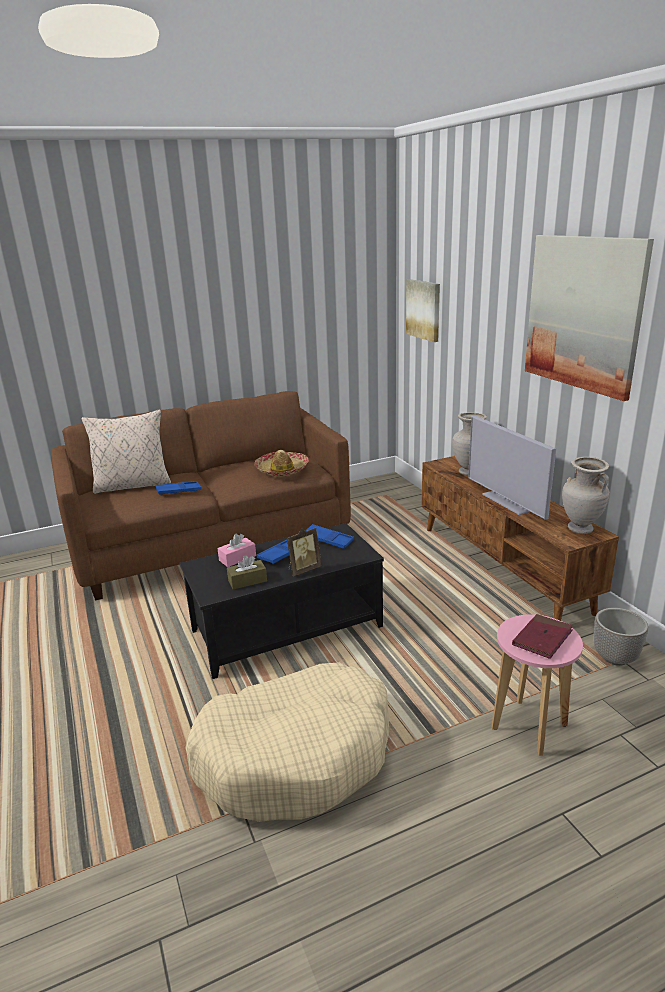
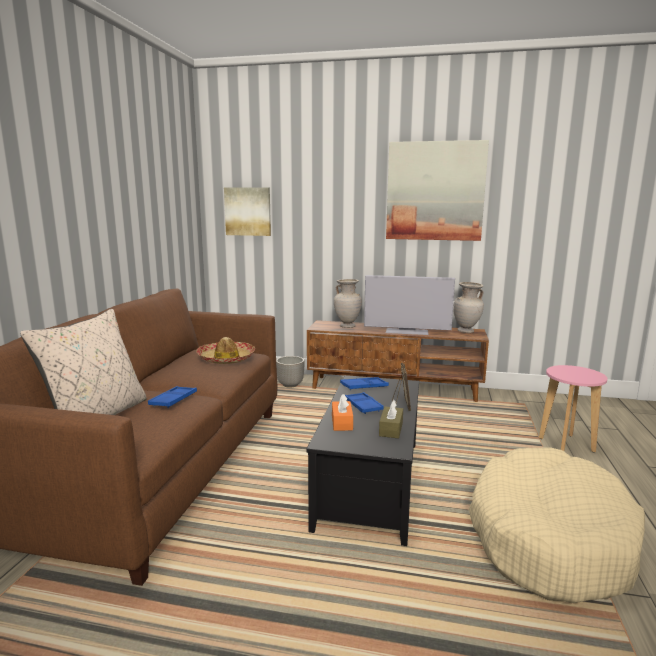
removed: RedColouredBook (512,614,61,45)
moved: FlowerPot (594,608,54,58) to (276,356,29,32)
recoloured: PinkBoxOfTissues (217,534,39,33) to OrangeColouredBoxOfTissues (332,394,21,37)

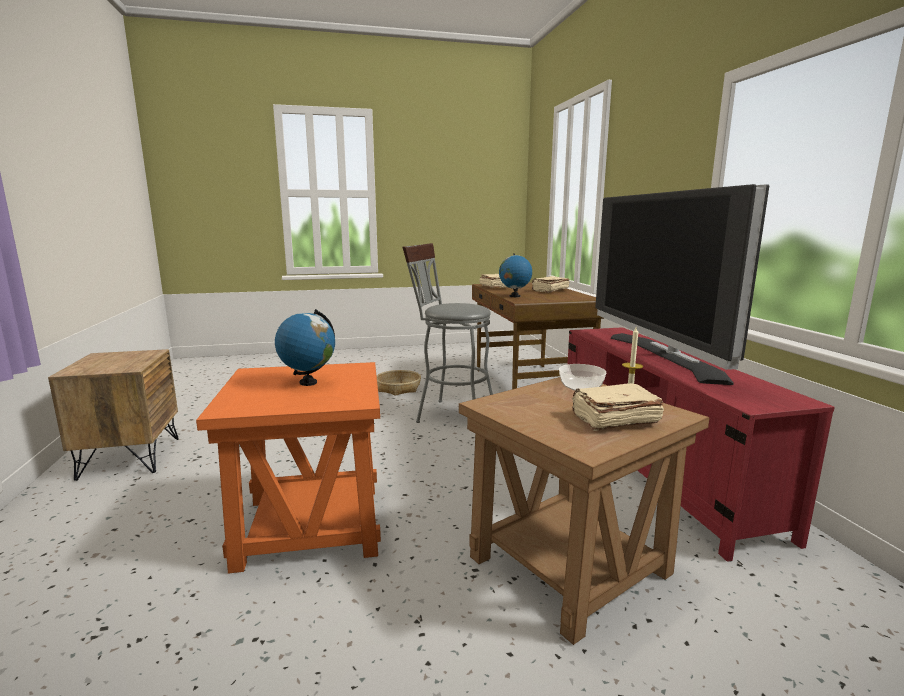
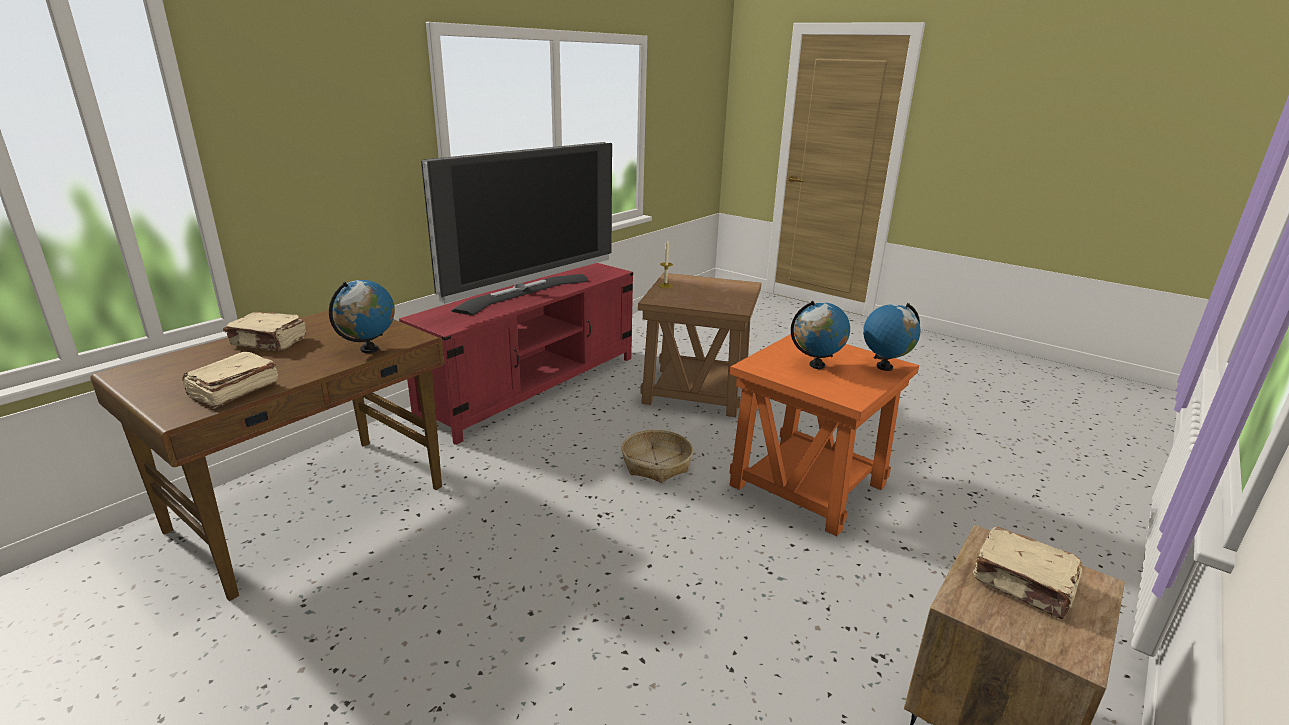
removed: GreyishSittingStool (402,243,91,180); Bowl (559,364,47,27)
added: DeskGlobe (863,303,57,68)
moved: HouseholdBasket (376,370,45,26) to (621,430,72,53); BeigeColouredBook (572,383,92,48) to (973,527,109,93)

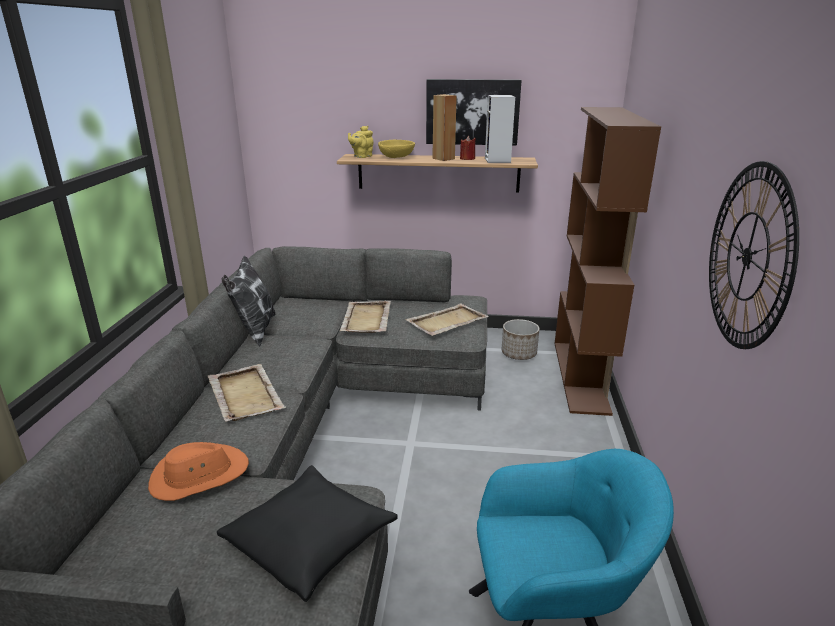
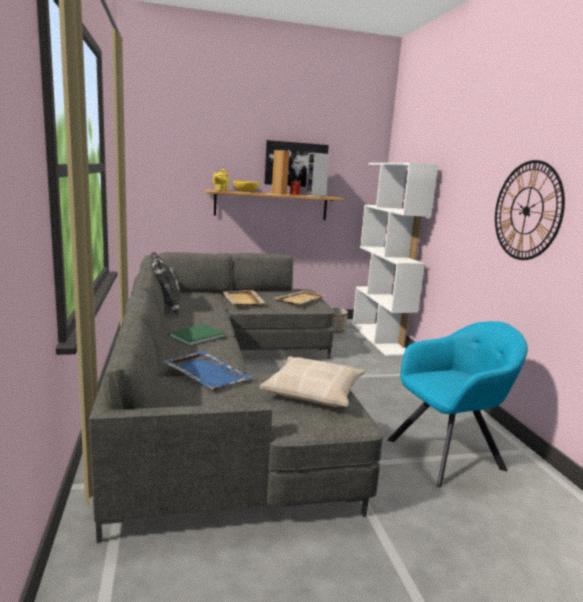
replaced: OrangeColouredClothingHat (148,442,101,59) to BlueTray (162,351,92,39); BeigeColouredTray (208,364,78,57) to GreenBook (169,324,56,22)
recoloured: BlackColouredThrowPillow (217,465,180,137) to BeigeColouredThrowPillow (260,356,105,51); BrownishBookcase (554,107,107,309) to WhiteBookcase (352,163,86,194)

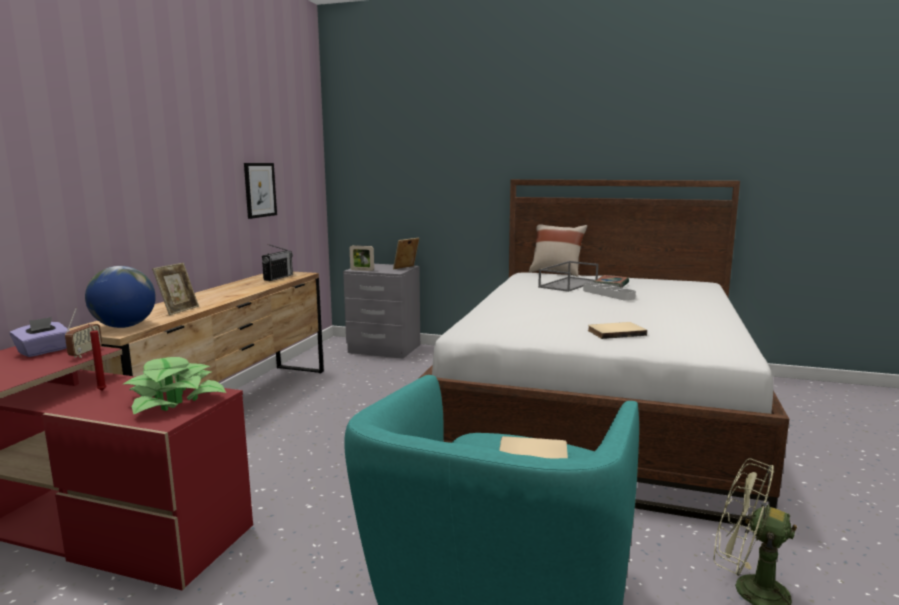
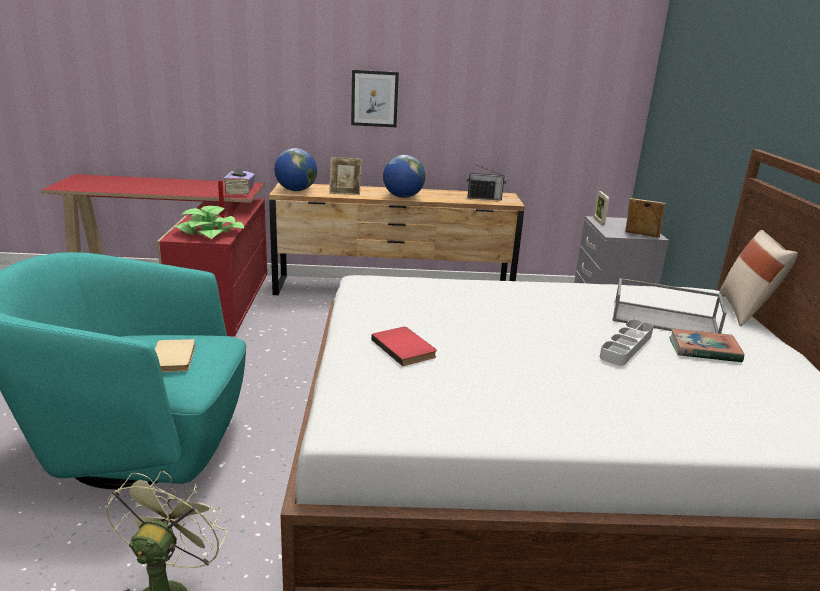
added: DeskGlobe (383,155,42,43)
moved: WallArt (244,163,33,56) to (351,70,48,57)
recoloured: BeigeColouredBook (588,322,59,17) to RedColouredBook (371,327,66,39)

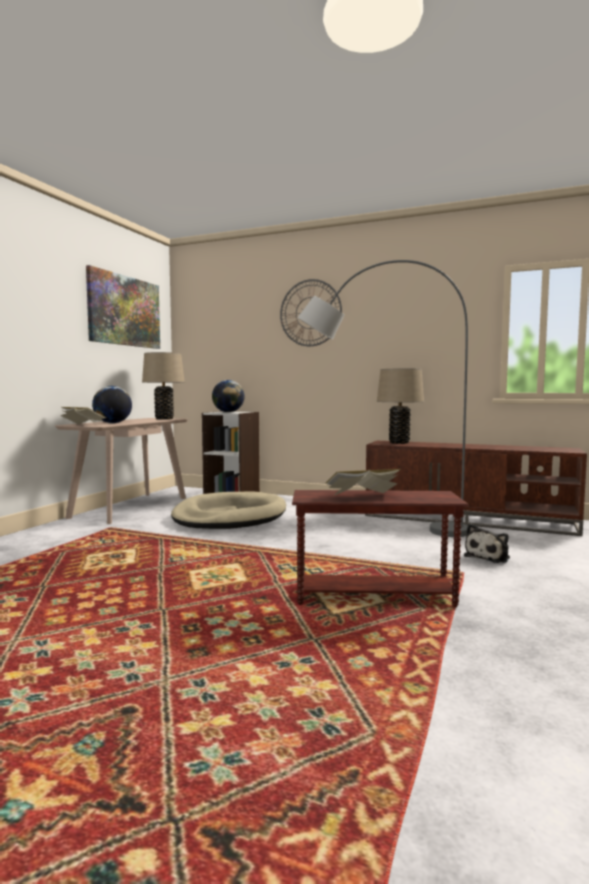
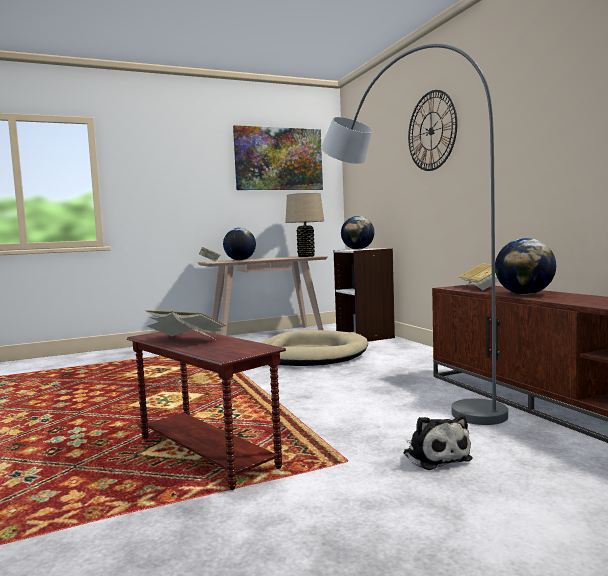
added: DeskGlobe (495,238,61,57)
replaced: BeigeColouredTableLamp (377,368,47,76) to Book (459,263,40,27)
turned: PlushToy (464,524,46,39) = (404,415,69,55) 105 degrees counterclockwise

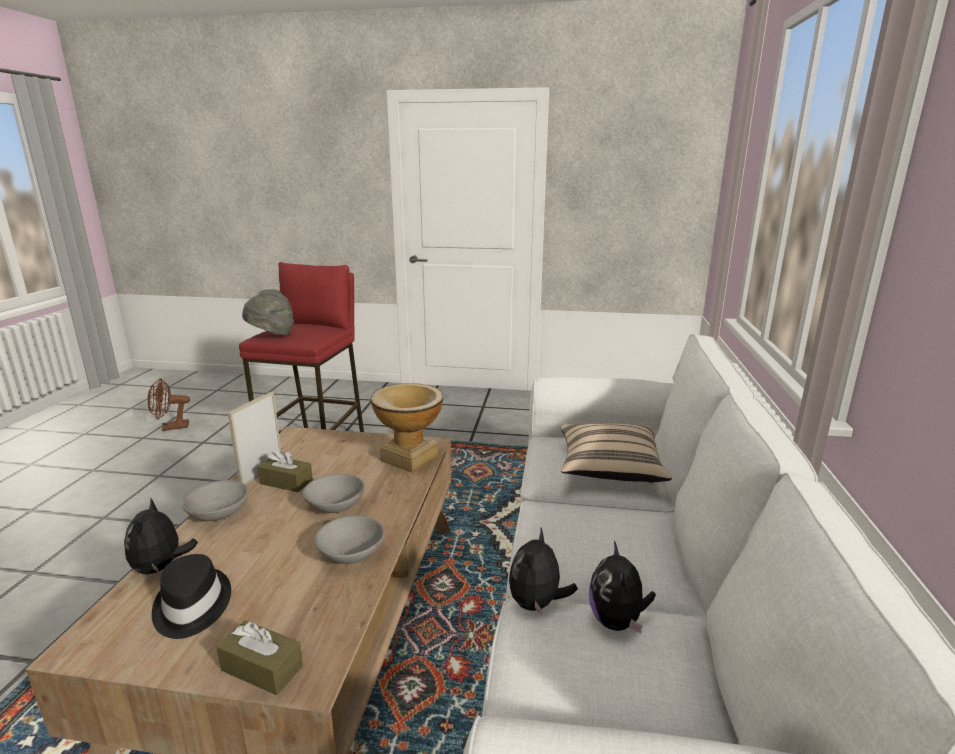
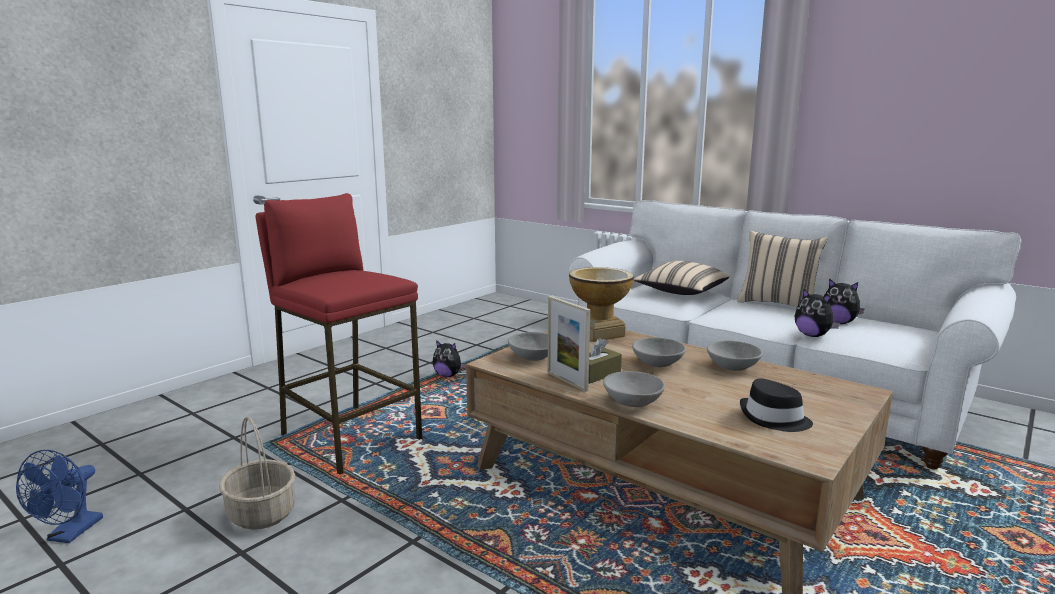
removed: BrownishBoxOfTissues (216,620,87,75); GreyishClothingHat (242,289,52,46)
added: HouseholdBasket (219,417,76,112); GreyishBowl (508,332,40,29); BeigeColouredThrowPillow (737,231,91,76)
moved: PlushToy (124,497,74,77) to (432,340,34,37)
recoloured: BrownishElectricFan (147,378,43,53) to BlueElectricFan (16,450,87,93)

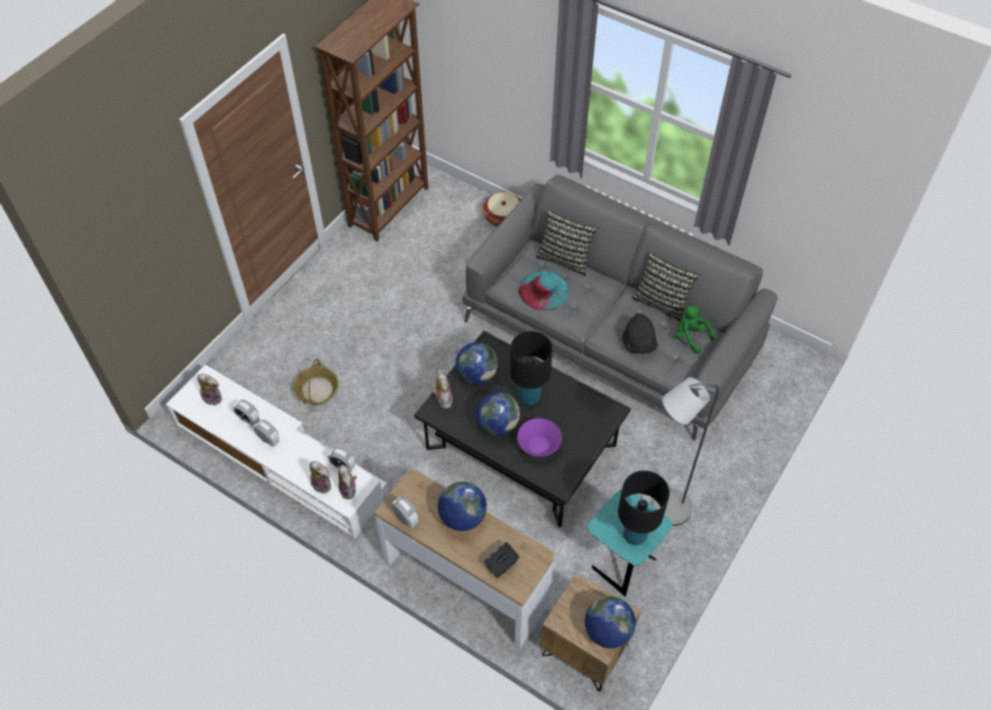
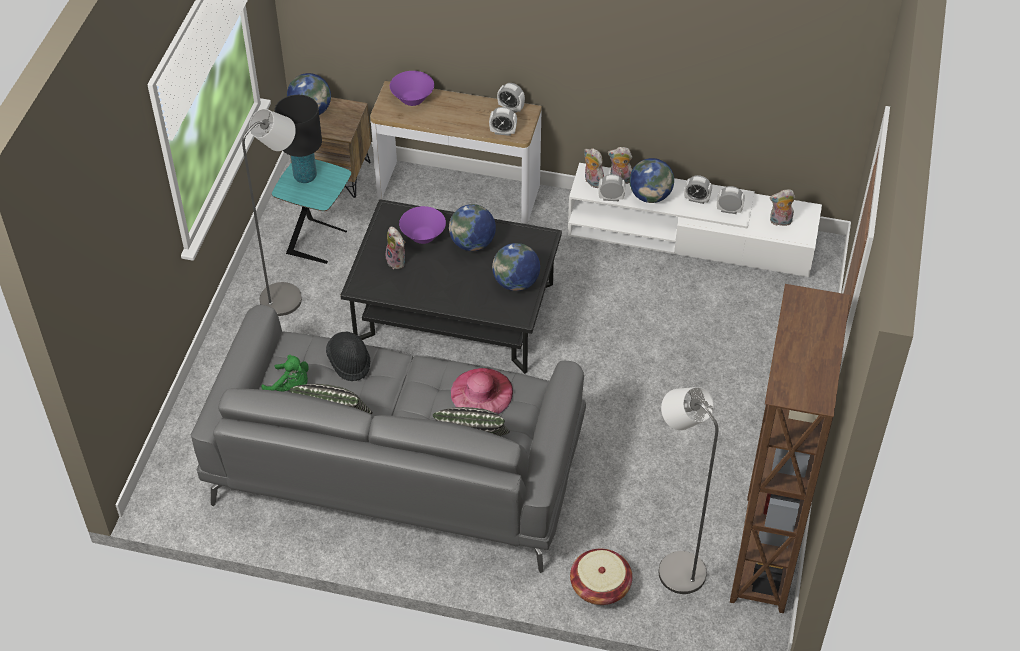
removed: HouseholdBasket (293,359,46,46); BlackColouredTableLamp (510,331,43,74)
added: AlarmClock (489,107,28,29); GreyishFloorLamp (659,387,59,207)
moved: PlushToy (433,370,20,39) to (386,227,19,42); DeskGlobe (438,482,49,49) to (629,158,45,45)
replaced: BlackColouredBoxOfTissues (484,542,35,35) to PurplishBowl (390,71,44,35)
recoloured: TurquoiseClothingHat (519,271,50,39) to PinkClothingHat (450,368,63,46)

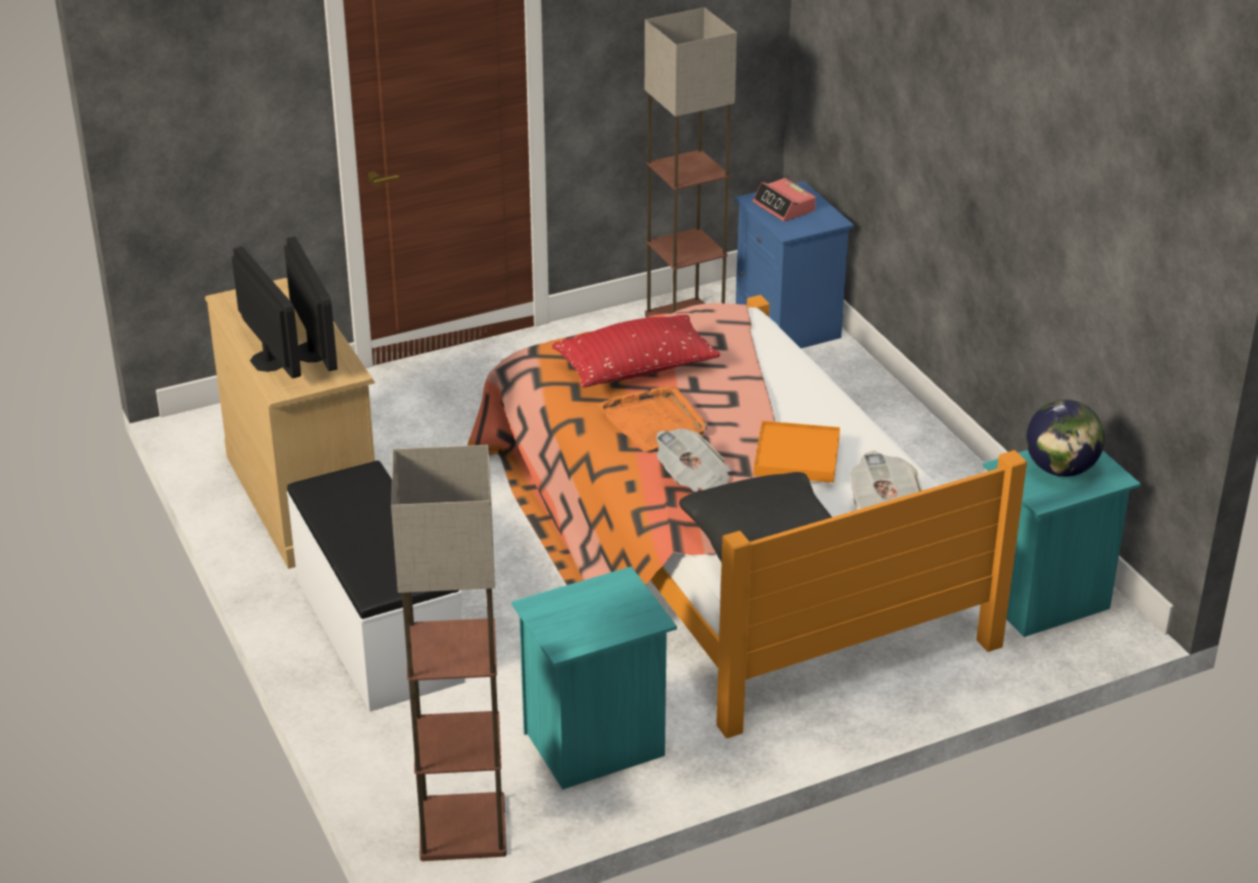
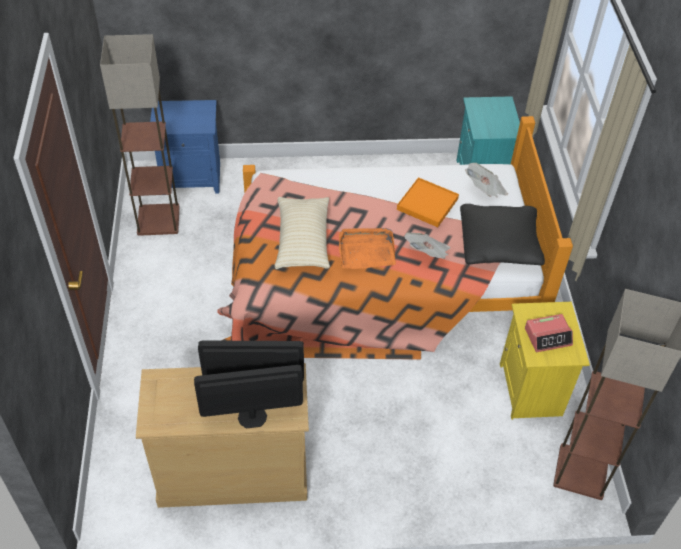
removed: WhiteBench (287,461,178,251); DeskGlobe (1026,400,79,77)
moved: AlarmClock (753,178,63,44) to (525,314,48,38)
recoloured: TurquoiseNightstand (512,567,165,223) to YellowishNightstand (500,302,90,118); RedColouredThrowPillow (552,315,168,73) to BeigeColouredThrowPillow (275,197,55,73)

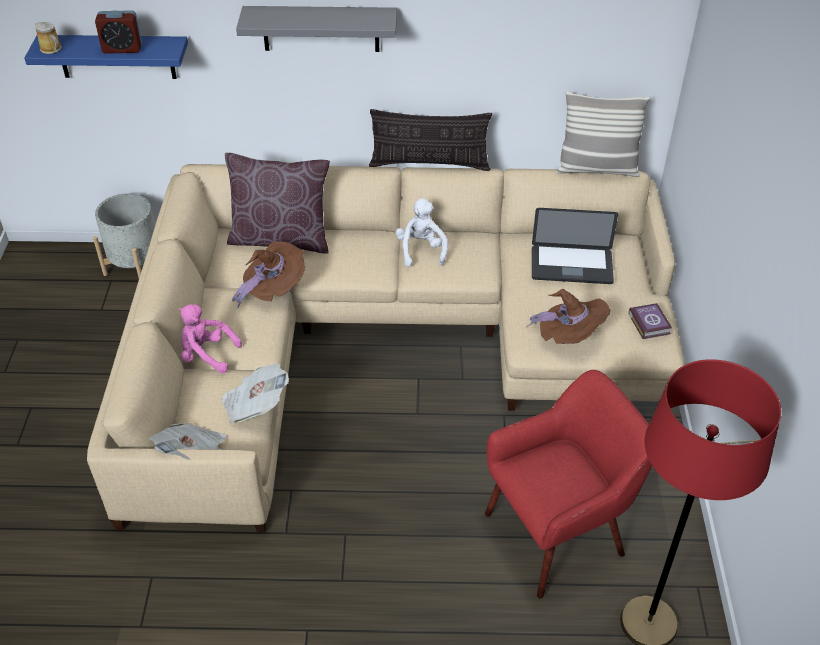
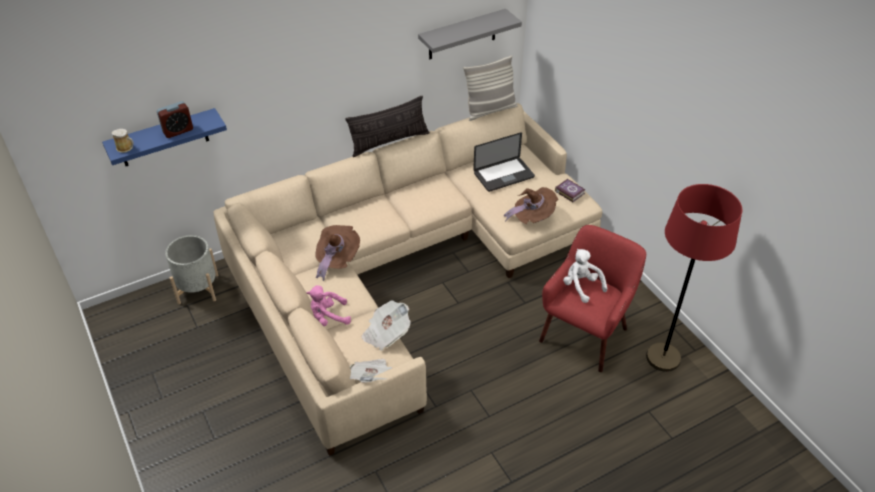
removed: BrownishThrowPillow (225,152,105,102)
moved: GreyishBracketShelf (236,6,161,46) to (418,9,104,50); WhitePlushToy (396,198,52,69) to (563,249,44,54)

